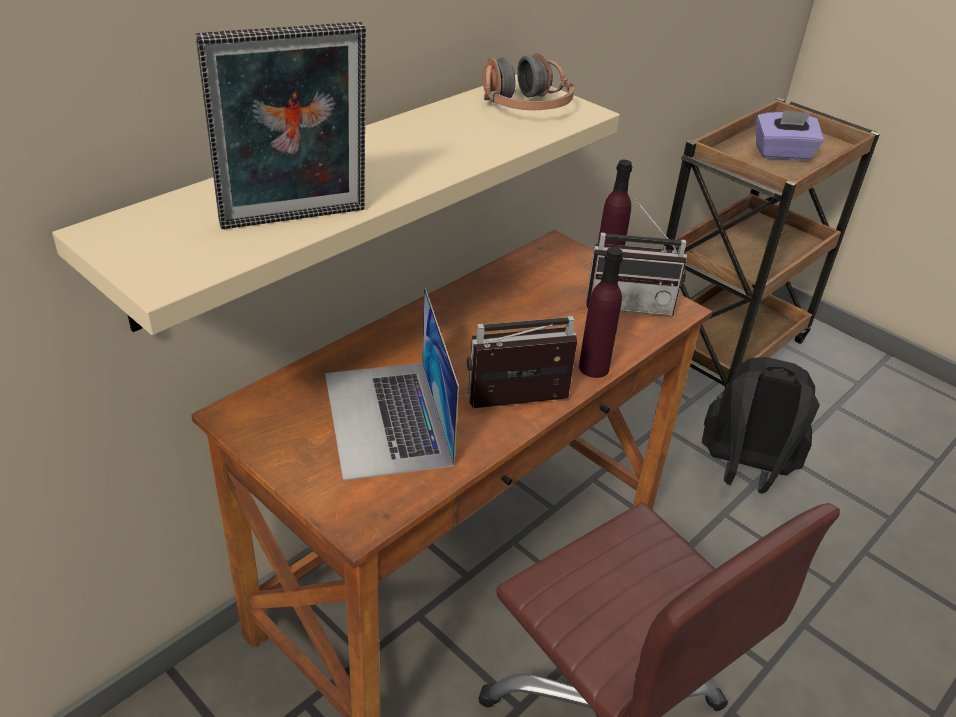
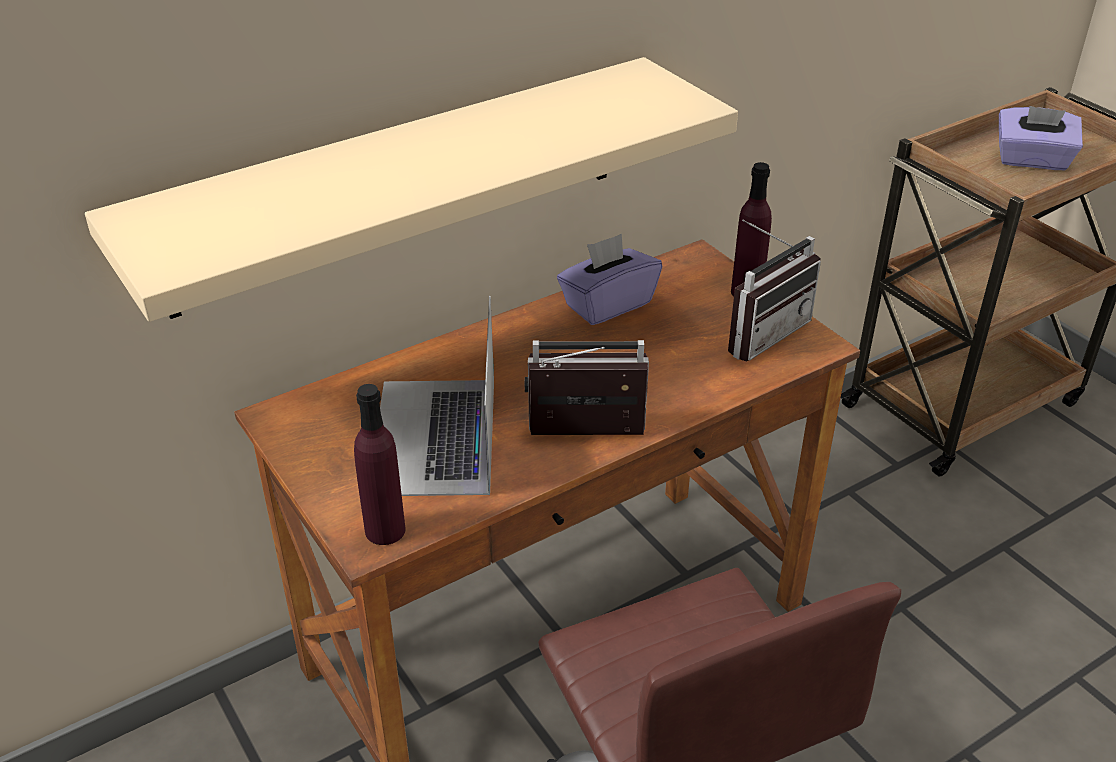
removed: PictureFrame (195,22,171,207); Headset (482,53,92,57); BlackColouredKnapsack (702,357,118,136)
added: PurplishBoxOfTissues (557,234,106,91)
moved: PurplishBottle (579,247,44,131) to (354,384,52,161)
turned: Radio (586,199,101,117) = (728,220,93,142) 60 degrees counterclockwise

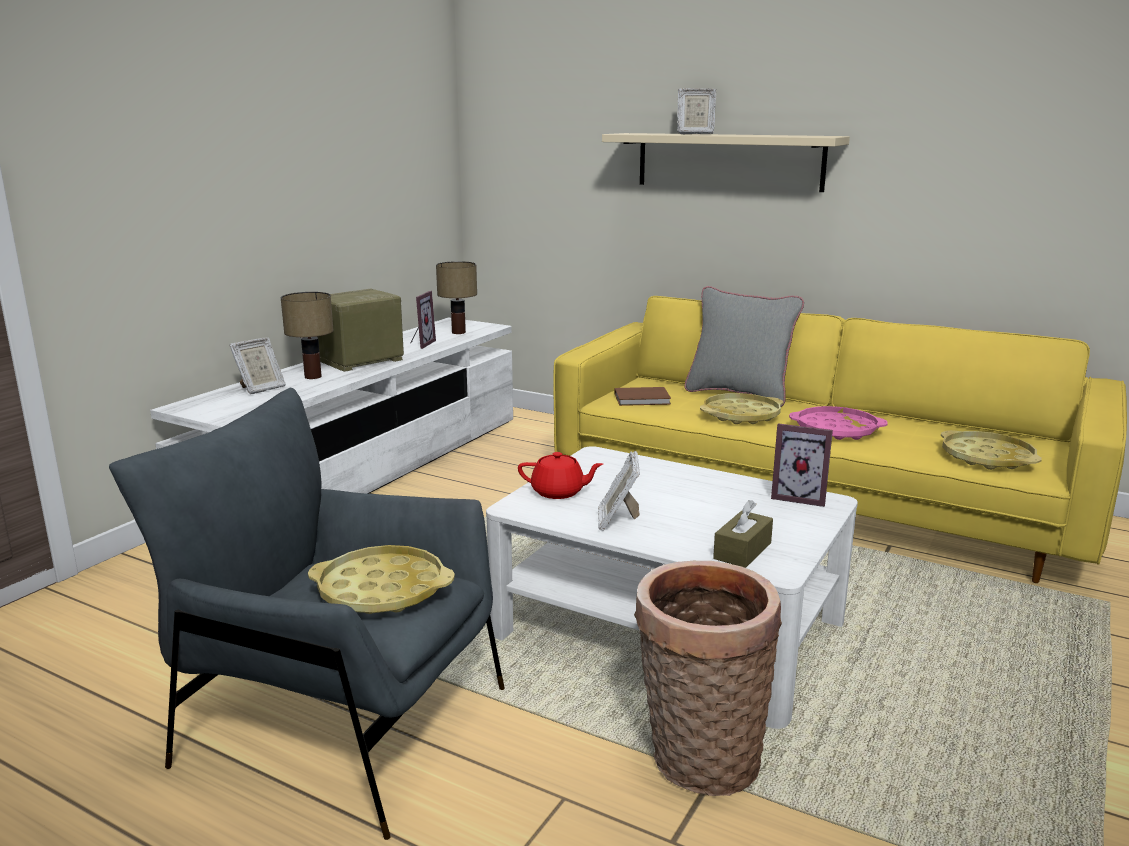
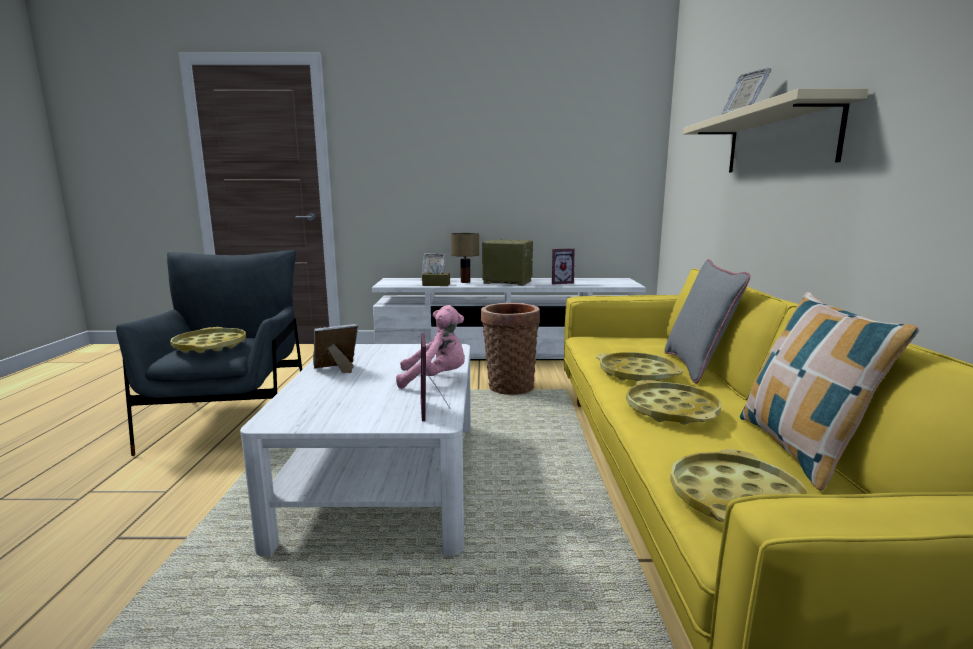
removed: TableLamp (436,261,41,73); RedColouredTeapot (518,452,85,47); BrownishBook (615,387,56,19)
added: PinkPlushToy (396,305,69,84); ThrowPillow (740,292,179,199)
moved: HouseholdBasket (634,561,148,235) to (481,303,59,92); BrownishBoxOfTissues (713,500,60,68) to (422,263,28,23)
recoloured: PinkTray (789,406,99,34) to YellowishTray (626,380,95,45)

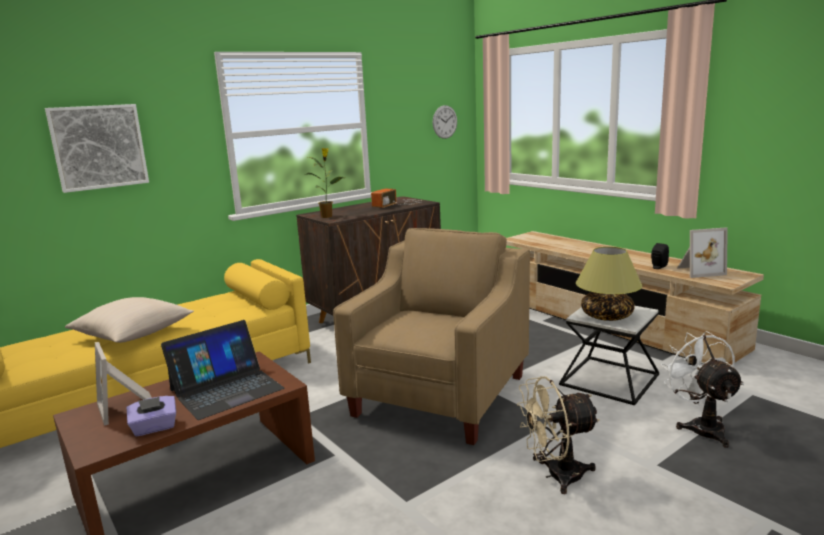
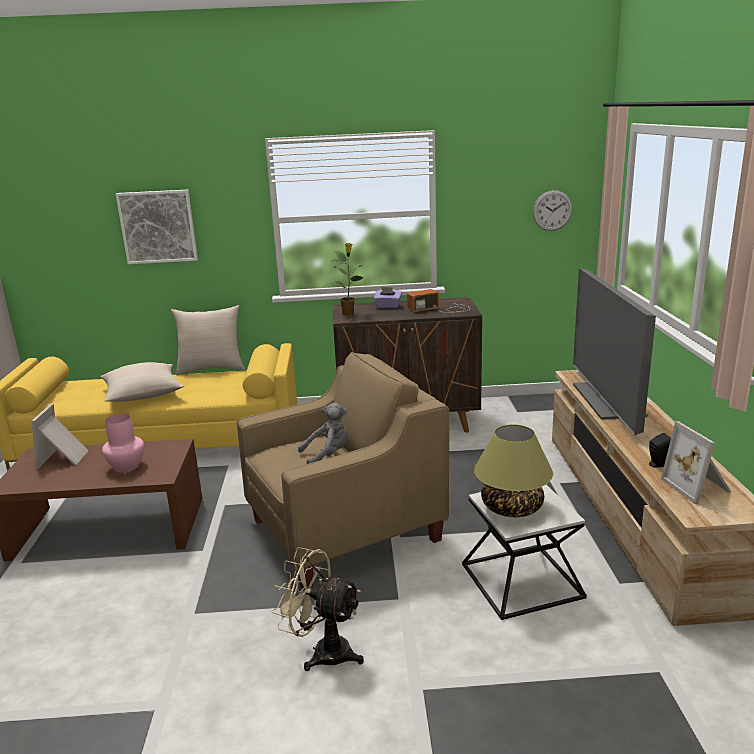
removed: WhiteElectricFan (661,331,83,117)
added: BeigeColouredThrowPillow (171,305,74,70); GreyishPlushToy (298,403,51,61); Tv (573,268,83,167)
moved: PurplishBoxOfTissues (126,396,50,40) to (374,287,28,21)
replaced: PortableComputer (161,320,123,100) to PinkDecorativeVase (102,414,42,58)
turned: PictureFrame (677,227,51,51) = (661,421,70,83) 45 degrees clockwise

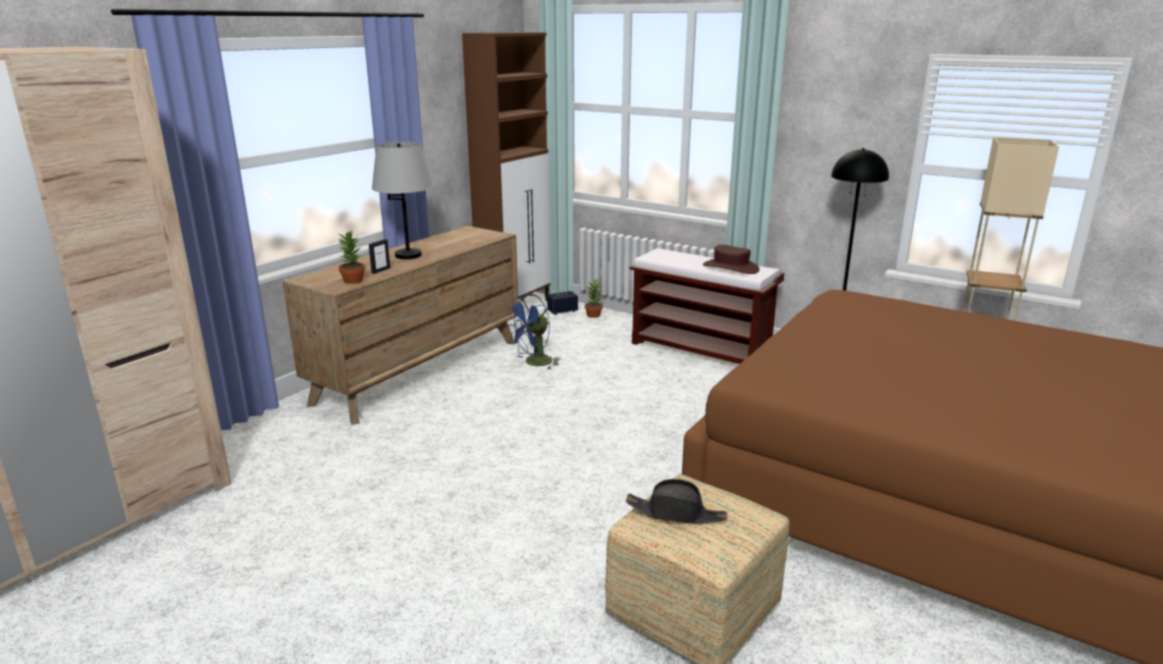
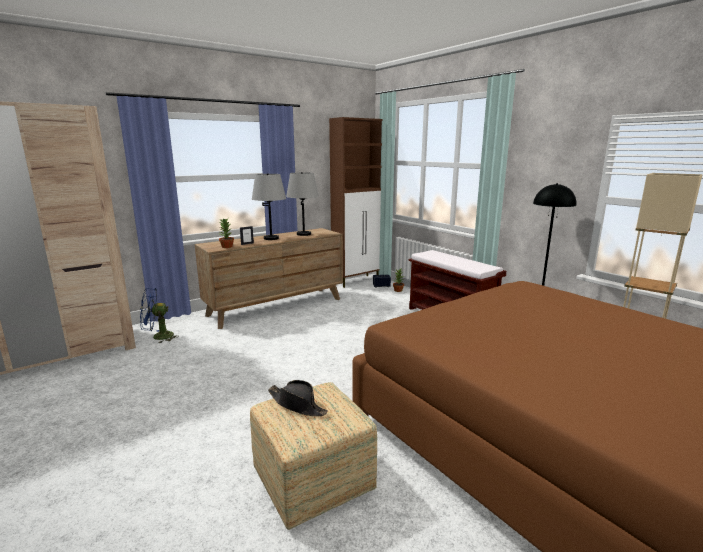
removed: BrownishClothingHat (703,245,57,29)
added: GreyishTableLamp (286,172,33,64)
moved: BlueElectricFan (505,294,56,75) to (140,288,40,55)

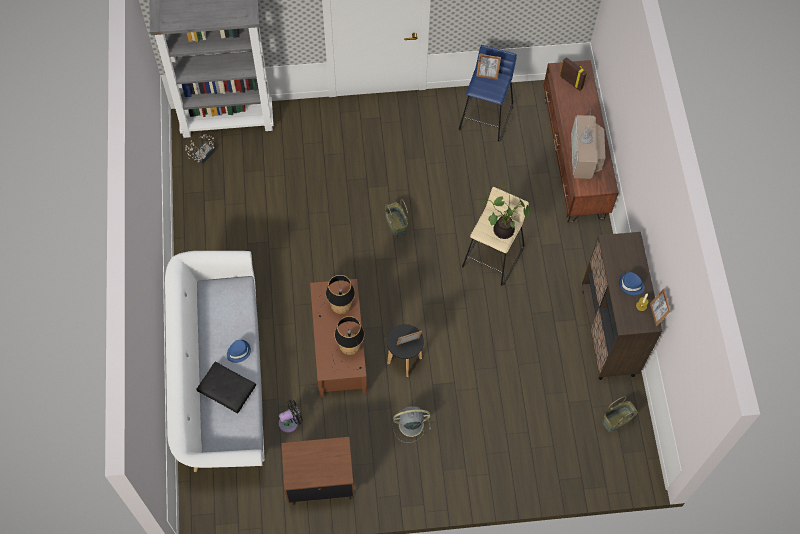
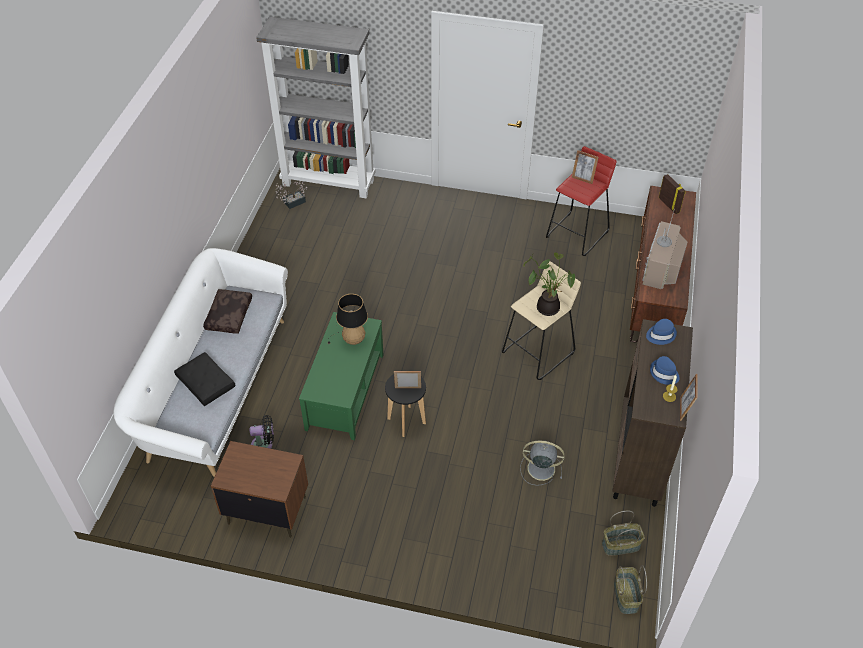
removed: TableLamp (332,316,32,55)
added: BrownishThrowPillow (203,289,49,45)
moved: BlueClothingHat (227,340,24,23) to (646,319,31,26); HouseholdBasket (385,199,23,38) to (614,565,33,49); GreyishElectricFan (393,406,38,37) to (520,441,45,45)
recoloured: BrownishCoffeeTable (310,279,57,119) to GreenCoffeeTable (299,312,85,128); BlueSittingStool (459,45,58,96) to RedColouredSittingStool (546,146,70,110)

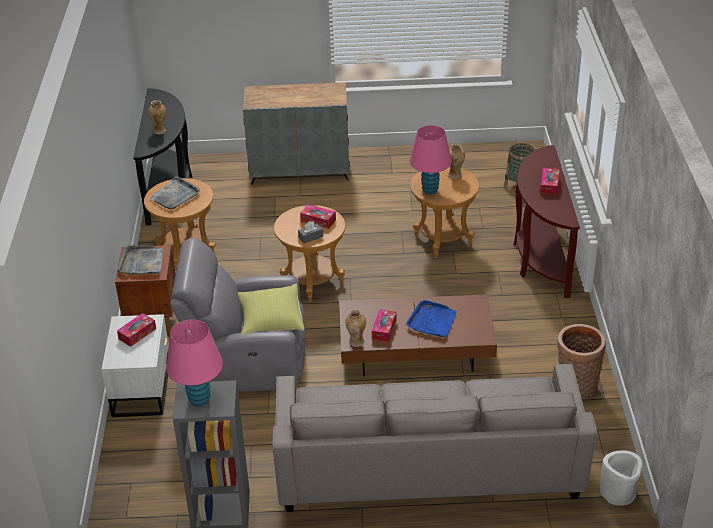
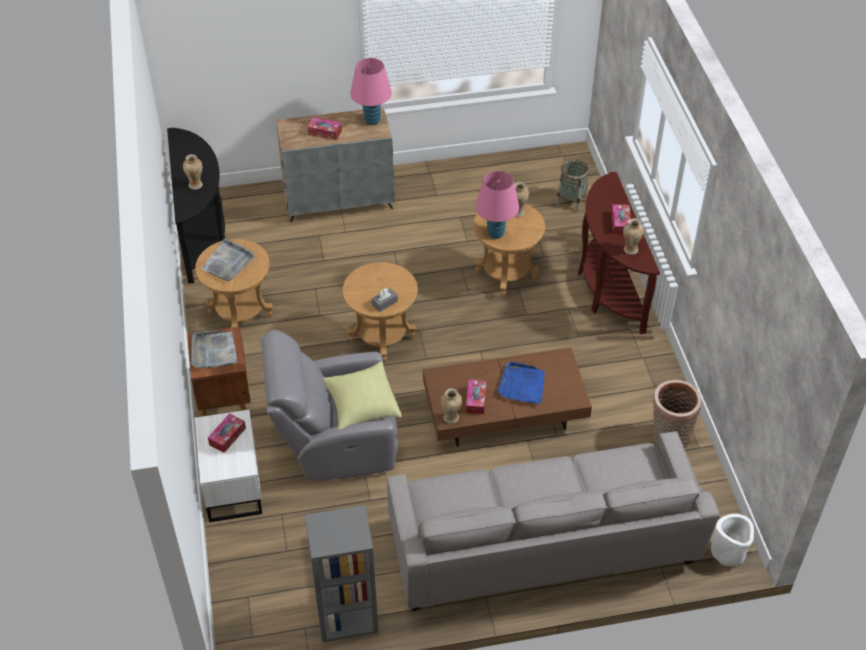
added: DecorativeVase (623,218,21,37)
moved: PinkTableLamp (166,319,57,88) to (350,58,42,67); BoxOfTissues (300,205,36,24) to (308,117,34,23)

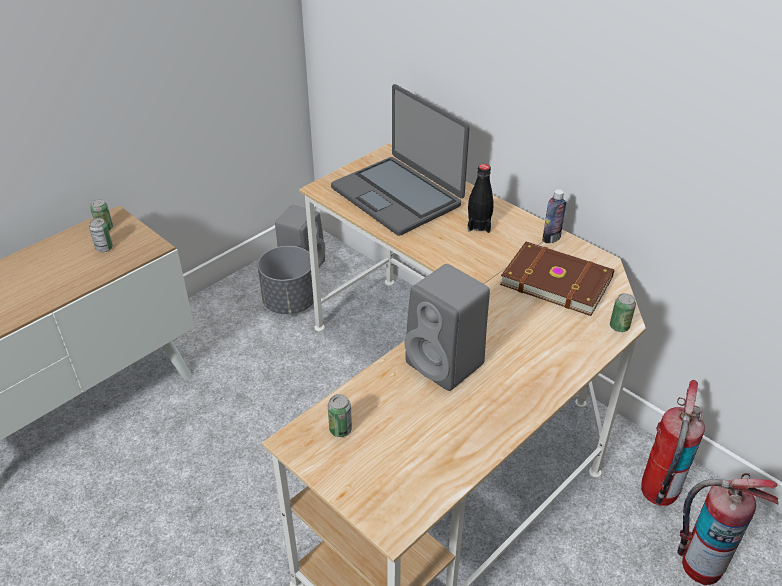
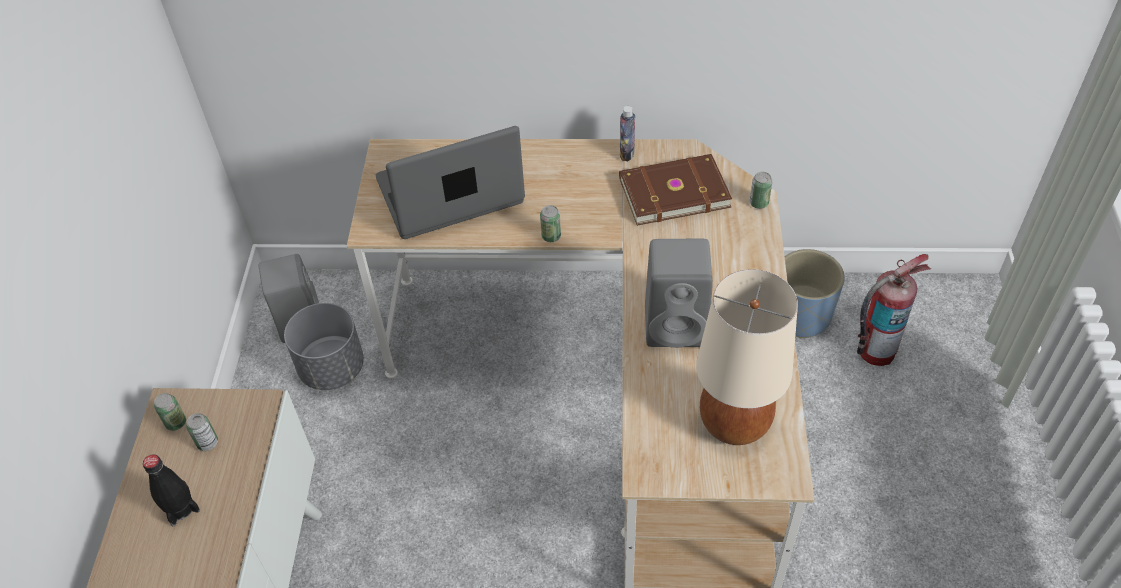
added: BeigeColouredTableLamp (696,269,102,176)
moved: SealedCan (328,394,24,43) to (540,205,21,37); BlackColouredBottle (468,164,26,69) to (143,454,57,72)
replaced: FireFightingCylinder (641,380,64,126) to BlueFlowerPot (785,249,60,89)
turned: PortableComputer (331,84,139,152) = (376,126,149,113) 150 degrees clockwise

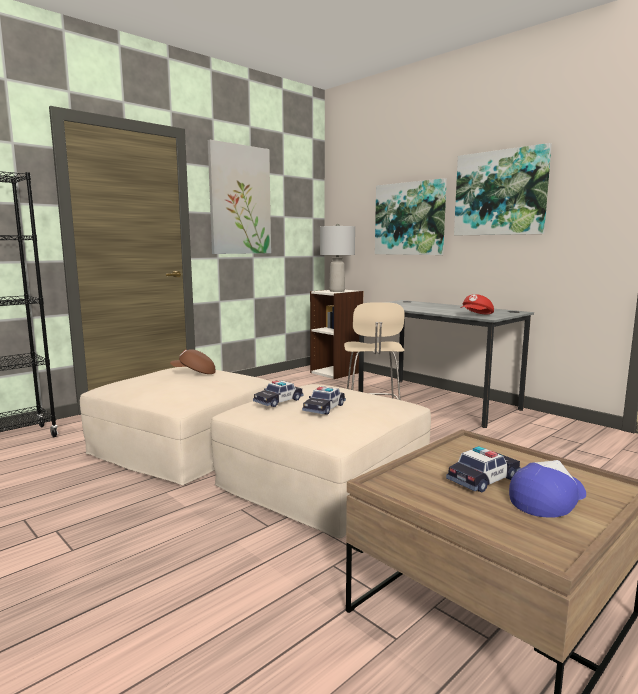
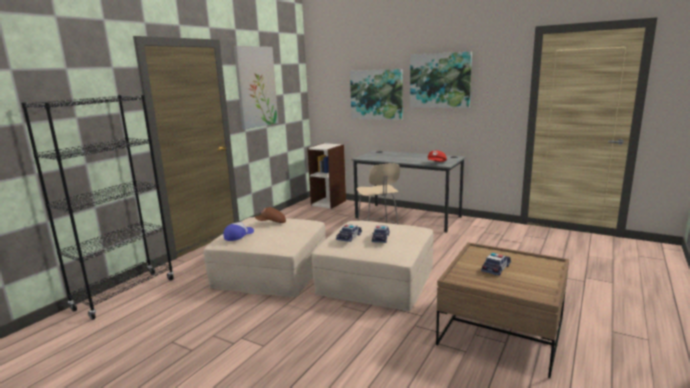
removed: GreyishTableLamp (320,224,35,68)
moved: BaseballCap (509,460,77,58) to (224,222,30,19)

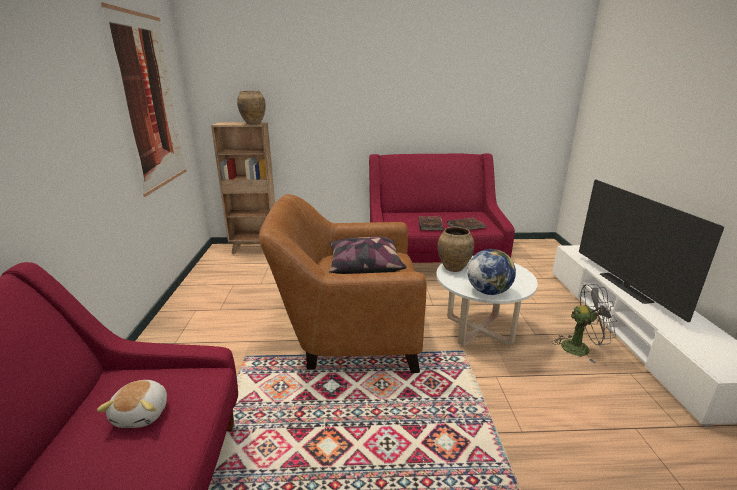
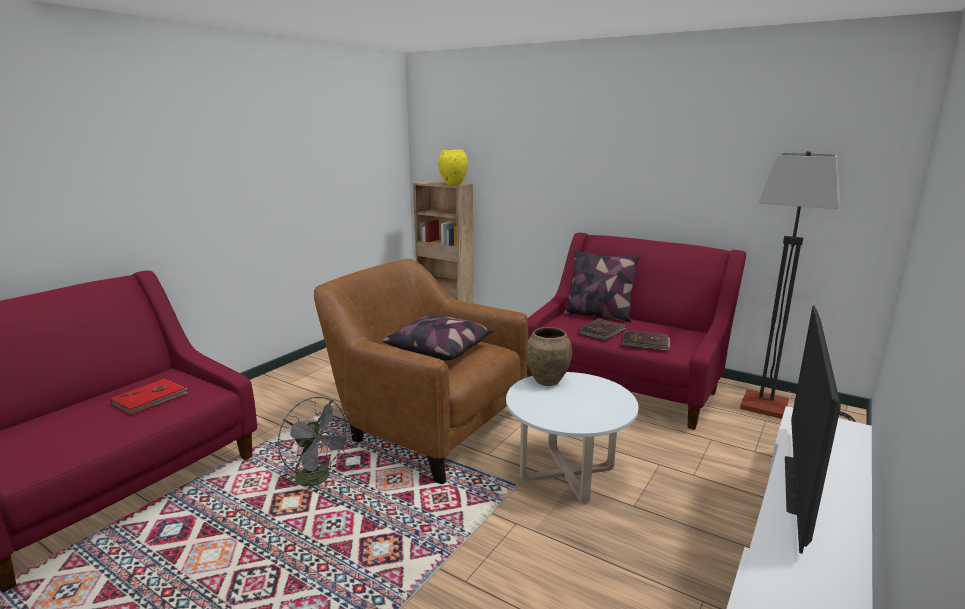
removed: WallArt (101,3,86,194); DeskGlobe (467,249,49,46)
added: ThrowPillow (564,249,76,73); FloorLamp (740,151,116,271)
moved: GreyishElectricFan (552,284,65,79) to (278,397,75,99)
replaced: PlushToy (97,380,70,48) to RedColouredBook (110,379,78,37)
recoloured: BrownishDecorativeVase (237,91,29,33) to YellowishDecorativeVase (438,149,30,36)

